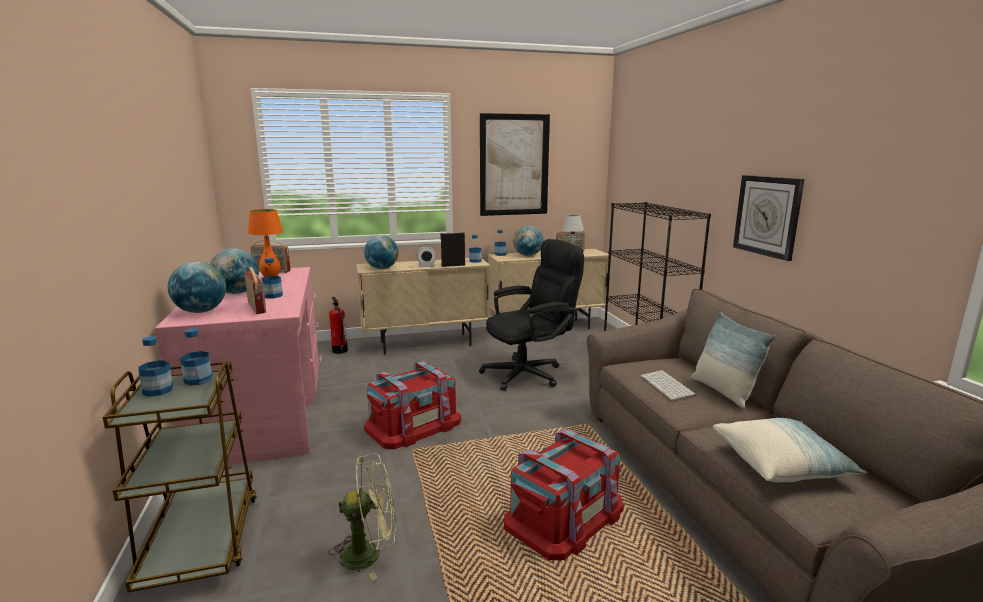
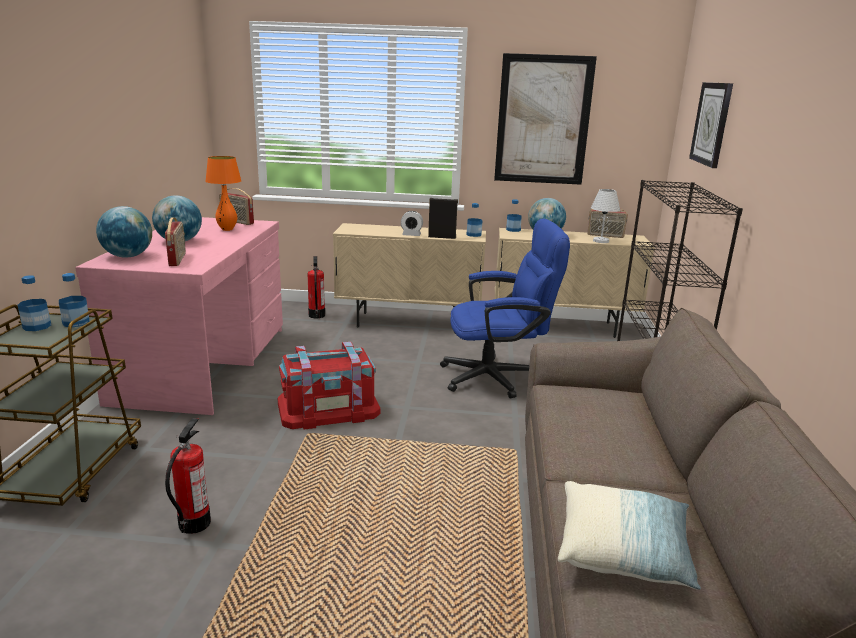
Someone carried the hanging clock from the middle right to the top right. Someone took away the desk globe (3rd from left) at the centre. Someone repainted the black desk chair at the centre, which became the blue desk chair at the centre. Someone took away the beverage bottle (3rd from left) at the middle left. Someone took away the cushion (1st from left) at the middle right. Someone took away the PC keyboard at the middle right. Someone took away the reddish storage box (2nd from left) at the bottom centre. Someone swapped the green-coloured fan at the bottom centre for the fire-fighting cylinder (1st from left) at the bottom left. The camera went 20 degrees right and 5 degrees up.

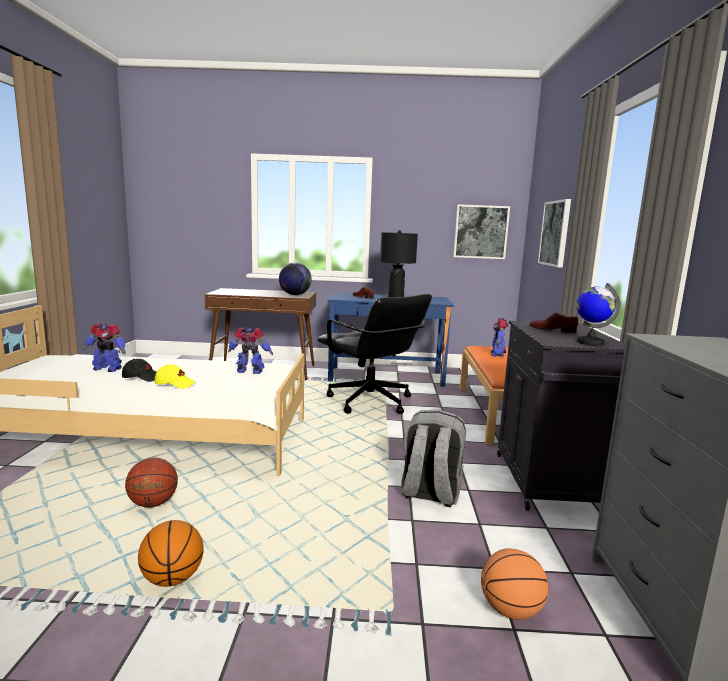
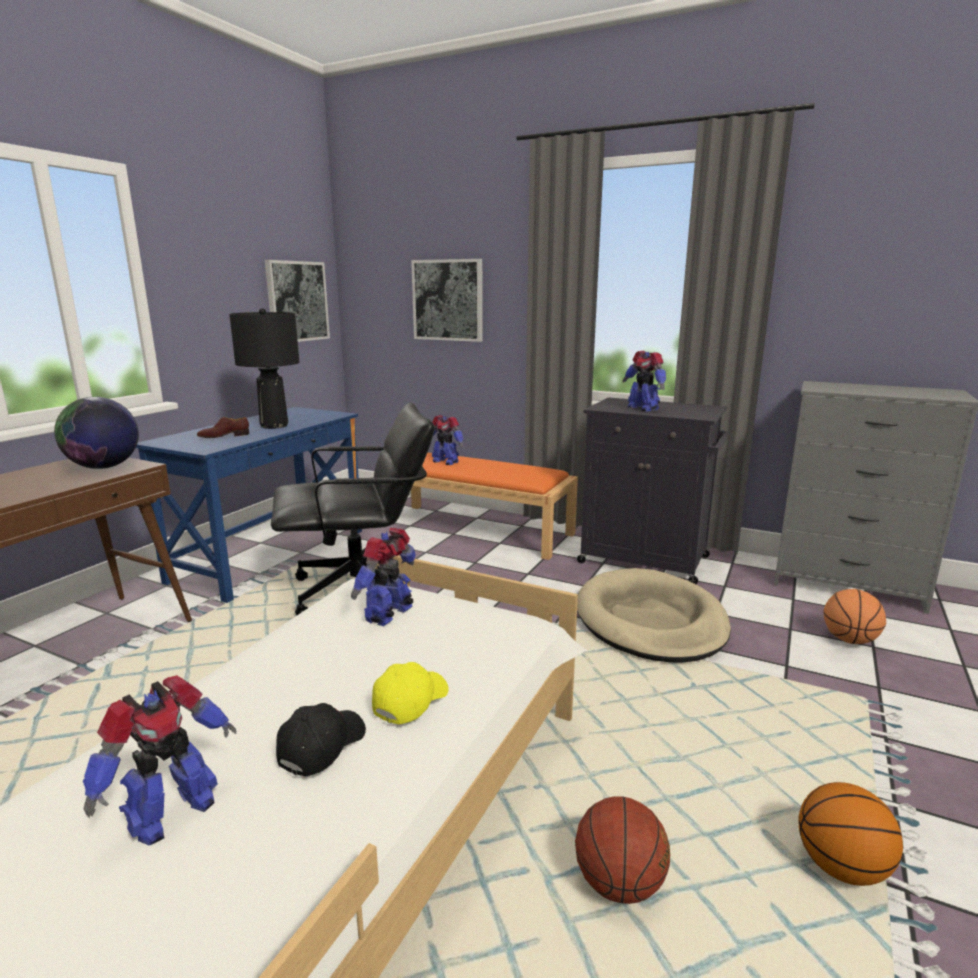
Someone took away the desk globe (2nd from left) at the middle right. Someone swapped the brown low shoe (2nd from left) at the middle right for the toy robot (4th from left) at the centre. Someone swapped the greyish backpack at the bottom centre for the sand-coloured pet bed at the middle right. The camera went 65 degrees left and 5 degrees up.

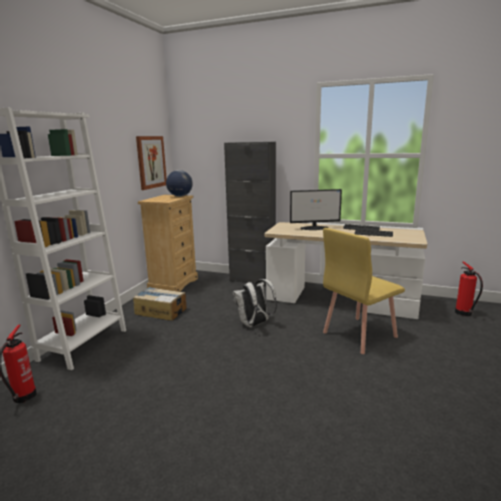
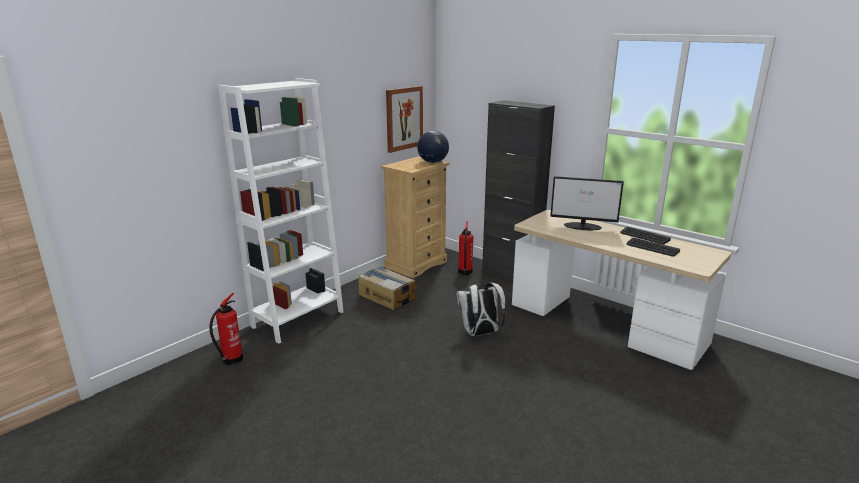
Someone took away the yellow-coloured plain chair at the middle right. Someone carried the fire-fighting cylinder (2nd from left) from the middle right to the centre. The camera went 20 degrees right and 5 degrees up.

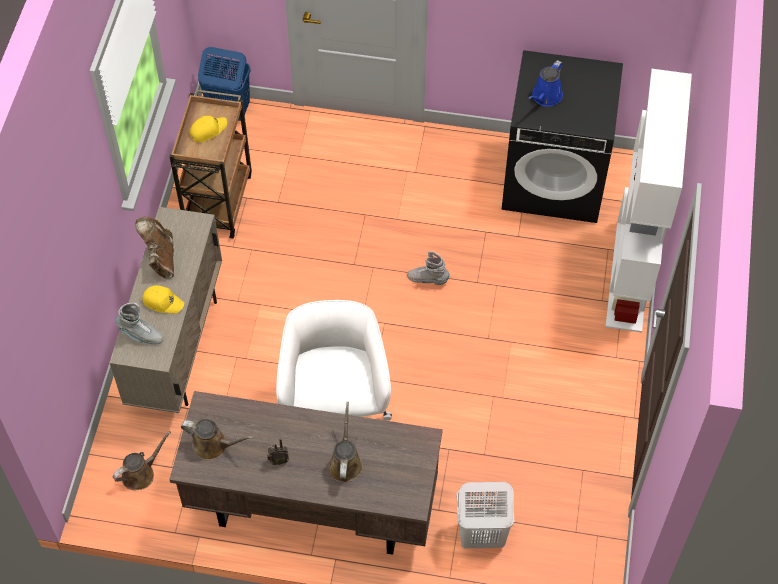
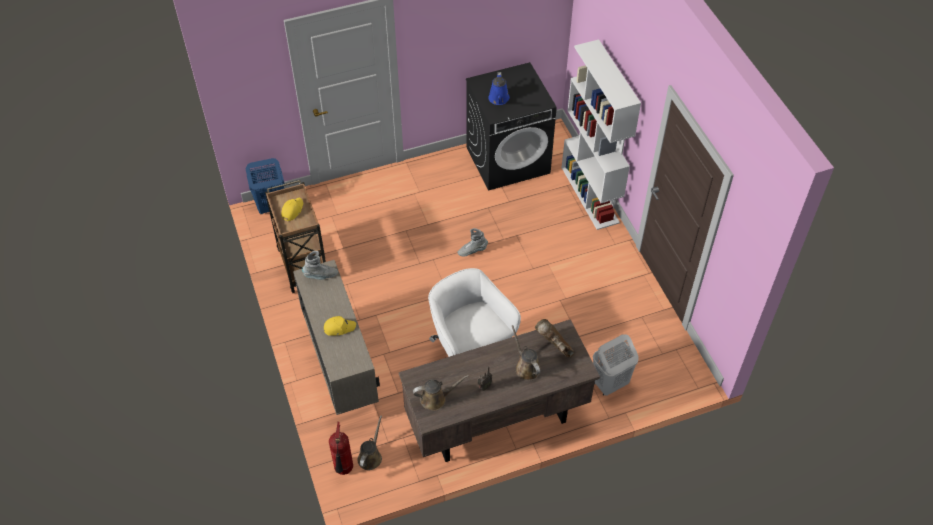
Someone carried the brown boot from the middle left to the centre. Someone carried the greyish boot (1st from left) from the middle left to the centre. Someone put down the fire-fighting cylinder at the bottom centre. The camera went 30 degrees left and 5 degrees down.

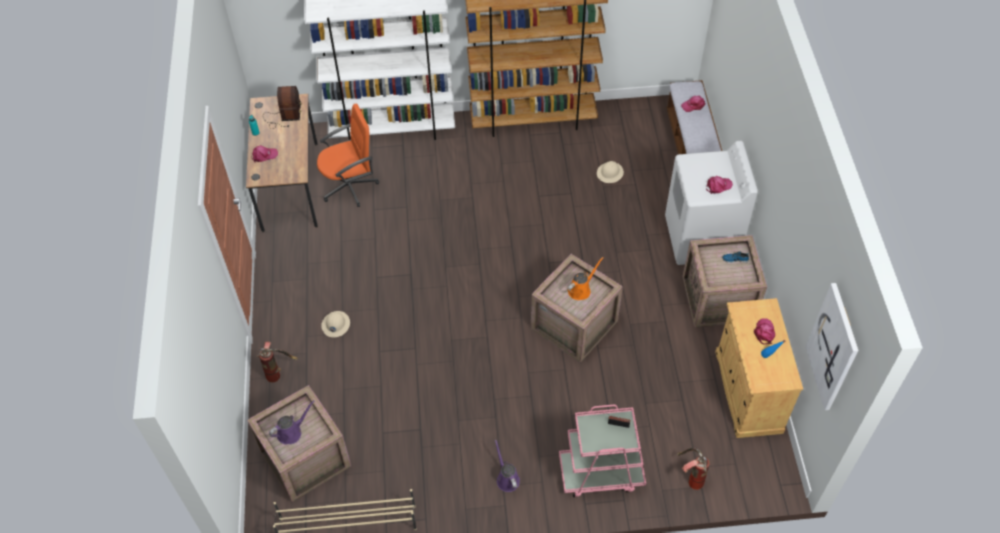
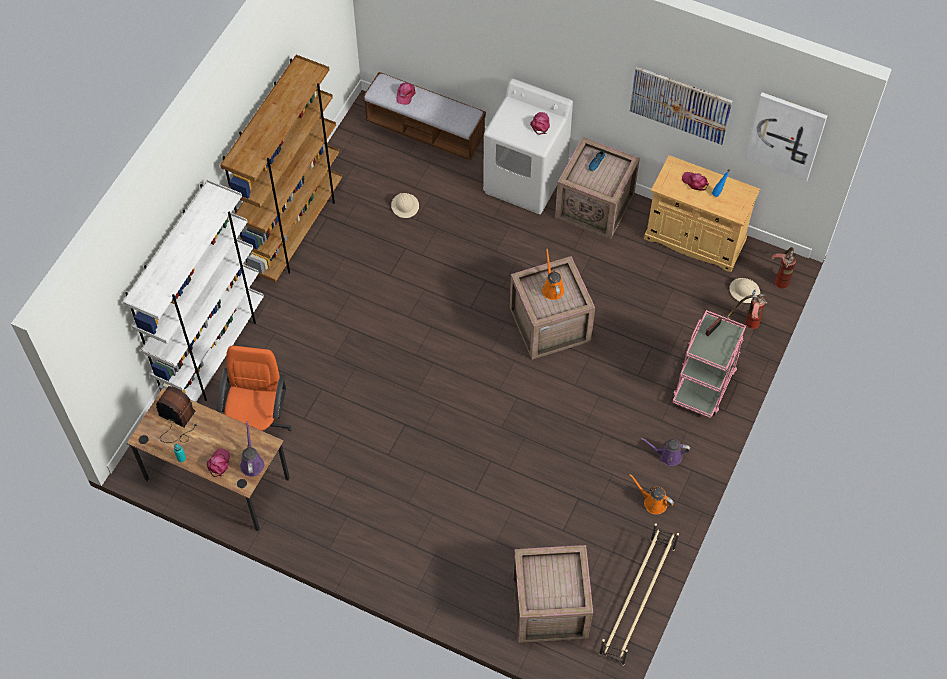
Someone carried the sand-coloured hard hat (1st from left in the first image) from the centre to the middle right. Someone carried the fire-fighting cylinder (1st from left in the first image) from the bottom left to the middle right. Someone carried the purplish watering pot (1st from left) from the bottom left to the middle left. Someone put up the wall art (1st from left) at the top right. Someone put down the orange-coloured watering pot (2nd from left) at the bottom right. The camera went 60 degrees left and 5 degrees up.

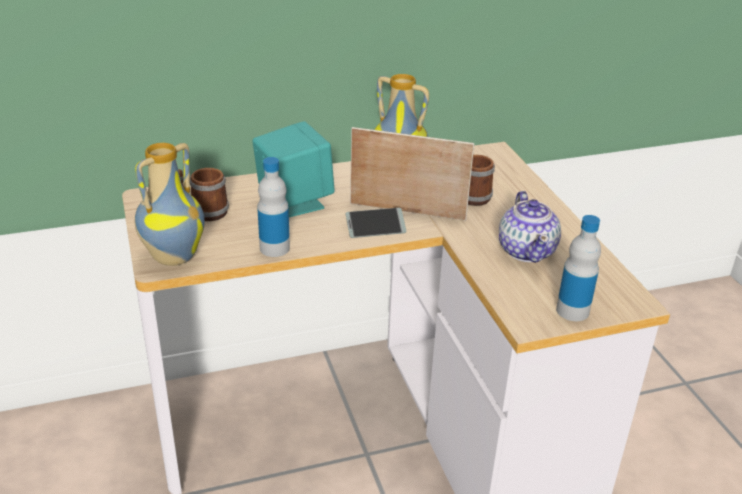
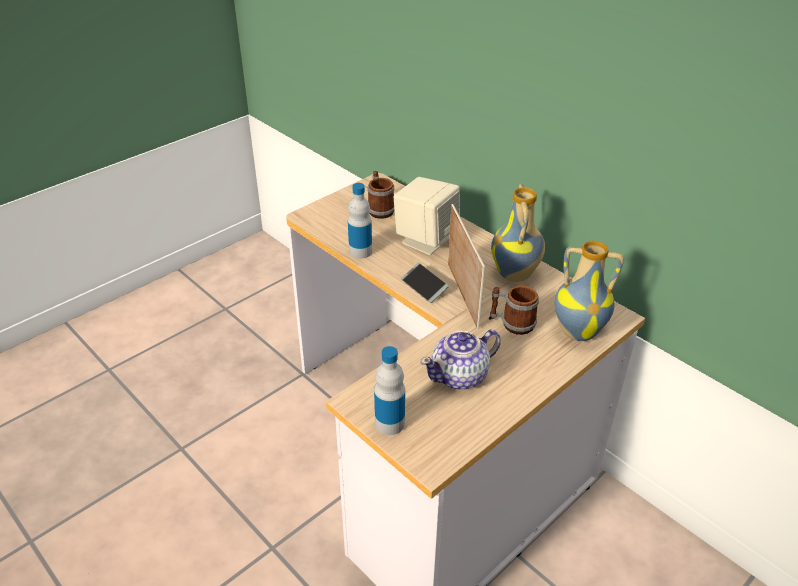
Someone repainted the turquoise loudspeaker at the centre, which became the sand-coloured loudspeaker at the centre. Someone carried the flower vase (1st from left in the first image) from the middle left to the middle right. The camera went 65 degrees right and 5 degrees up.

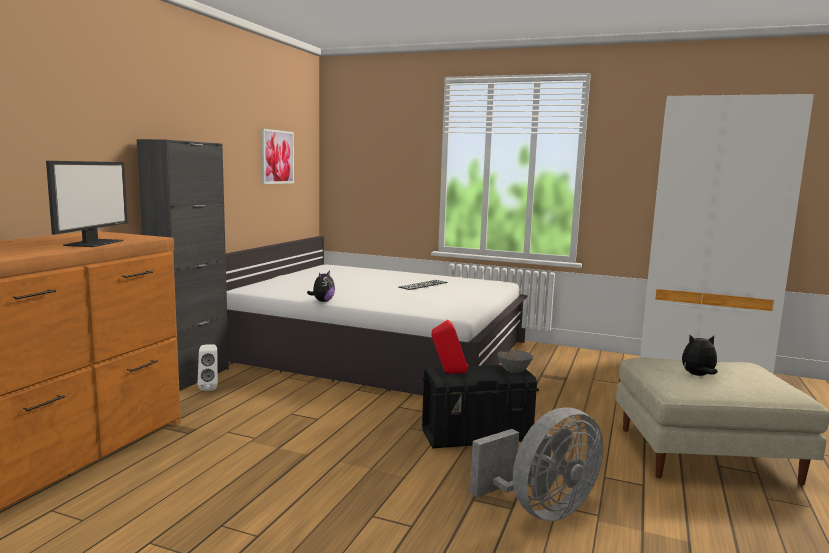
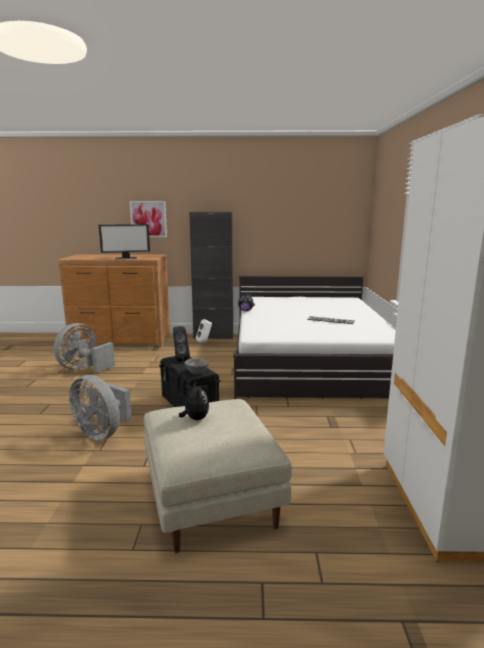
Someone carried the wall art from the top centre to the middle left. Someone repainted the reddish loudspeaker at the centre, which became the black loudspeaker at the centre. Someone put down the greyish fan (1st from left) at the middle left. The camera went 70 degrees right and 5 degrees up.

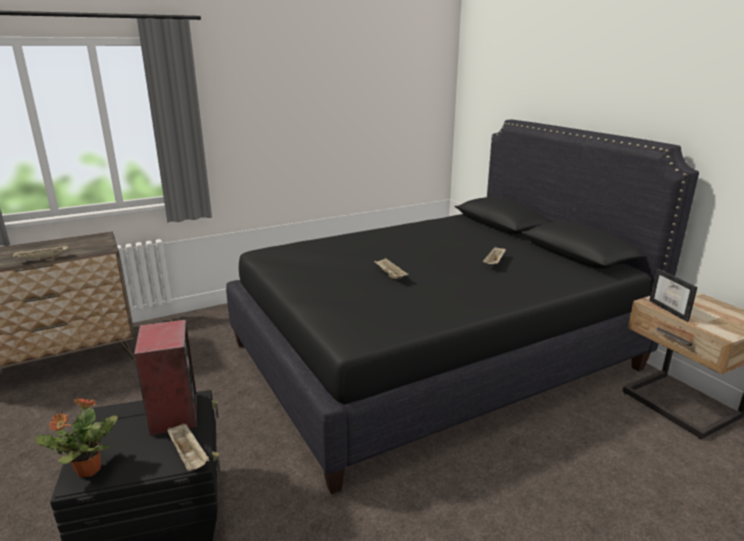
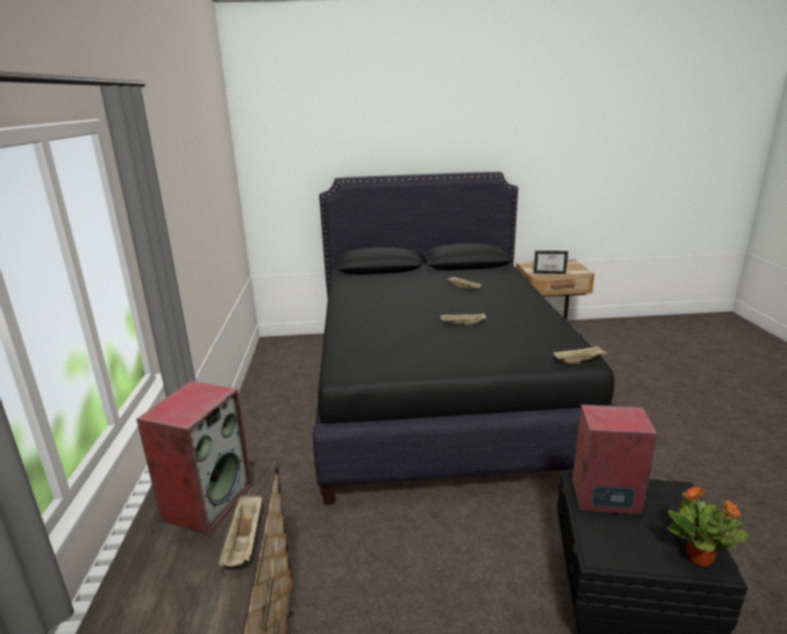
Someone carried the sand-coloured carrying tray (2nd from left in the first image) from the bottom left to the middle right. Someone put down the loudspeaker (1st from left) at the bottom left. The camera went 65 degrees left and 0 degrees up.

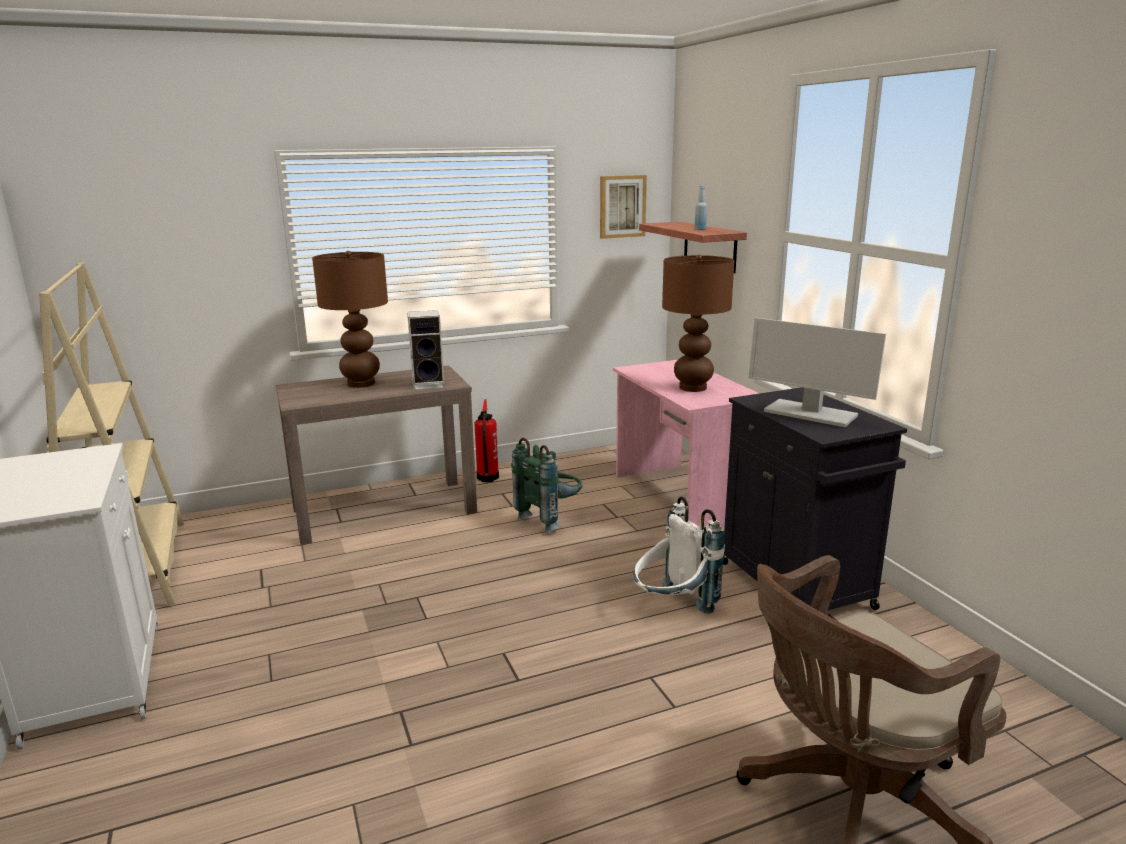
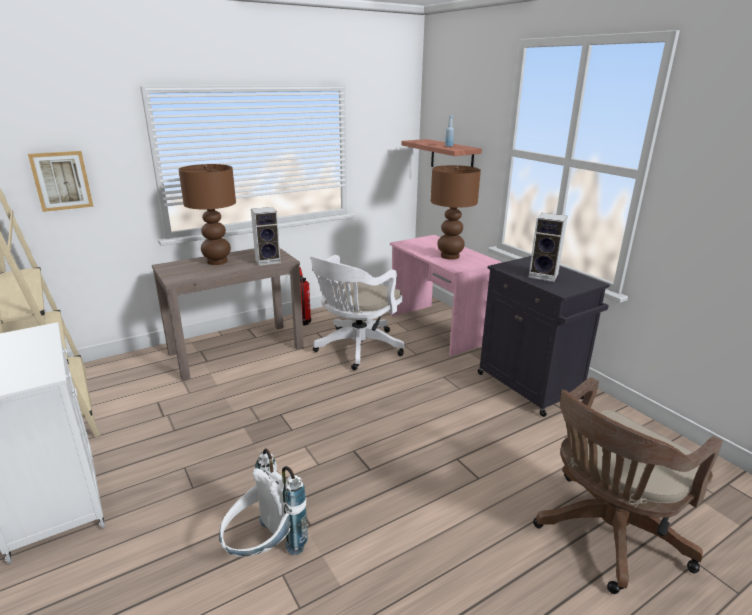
Someone carried the wall art from the top centre to the top left. Someone swapped the computer screen at the middle right for the loudspeaker (2nd from left) at the middle right. Someone swapped the green-coloured backpack at the centre for the white-coloured desk chair at the centre. Someone carried the white-coloured backpack from the centre to the bottom centre. The camera went 10 degrees left and 5 degrees up.

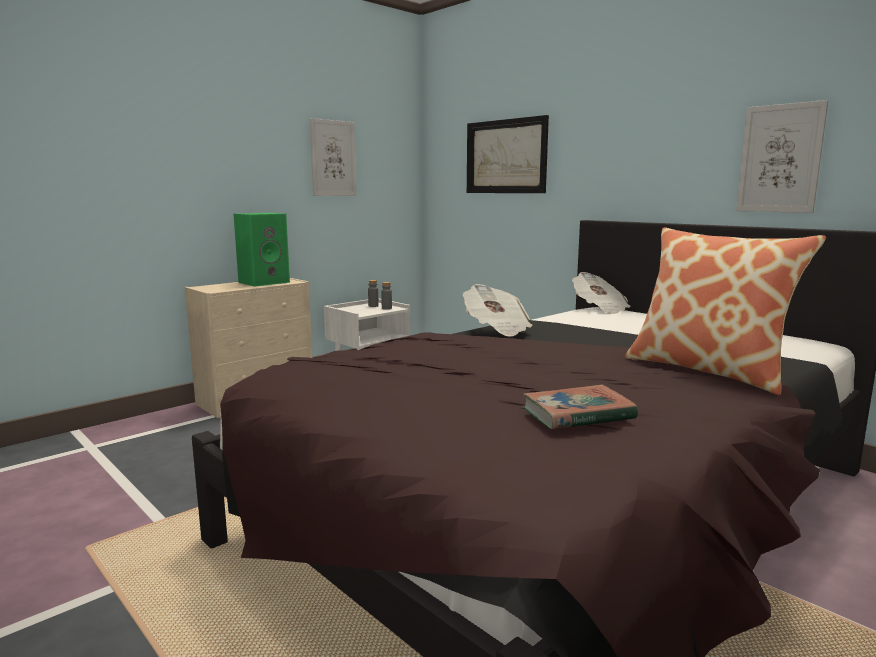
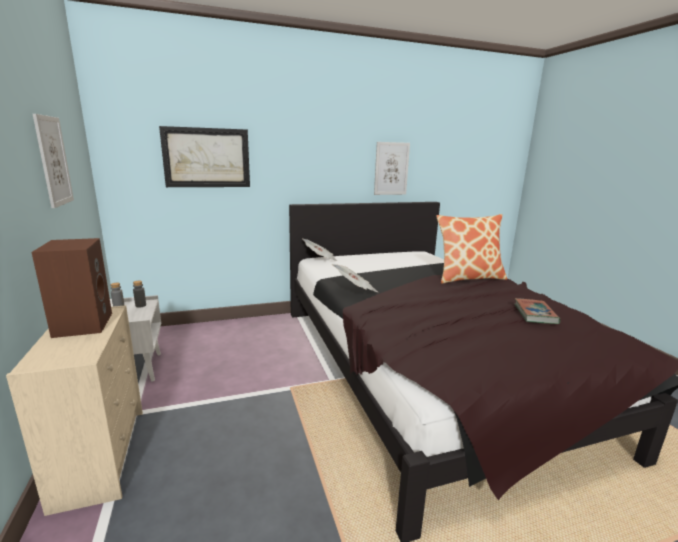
Someone repainted the green-coloured loudspeaker at the middle left, which became the brown loudspeaker at the middle left. The camera went 65 degrees left and 5 degrees up.

